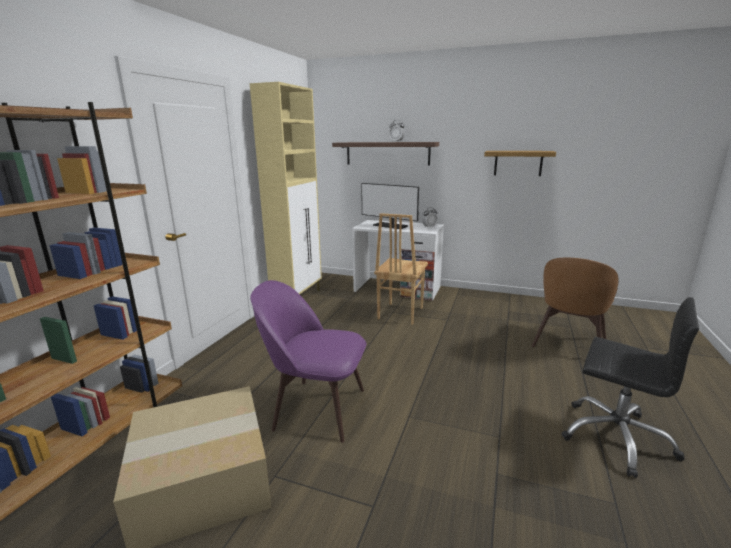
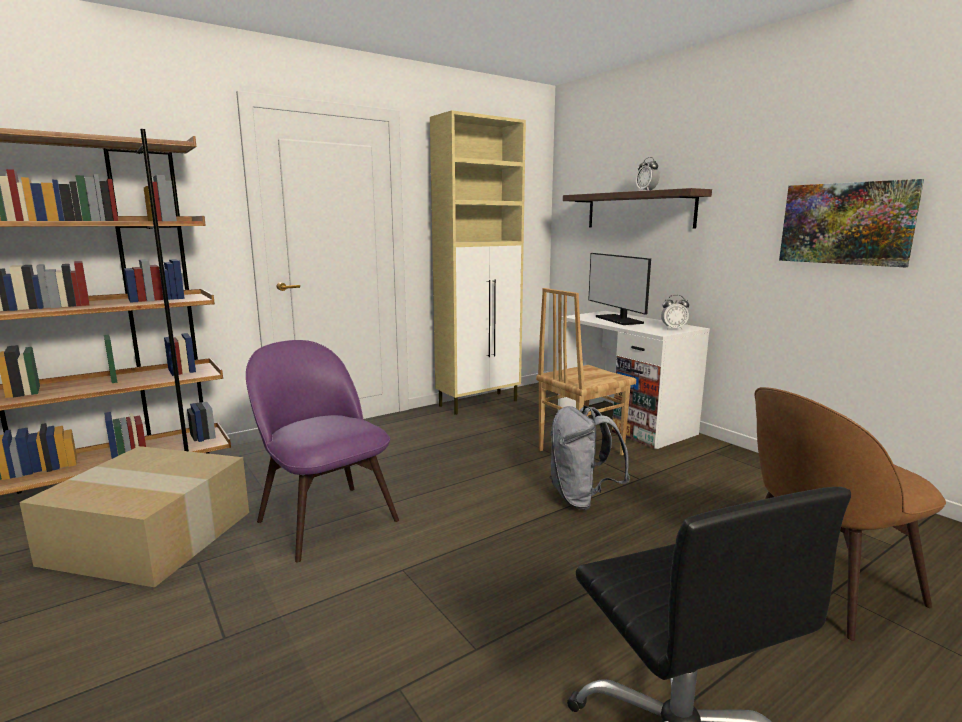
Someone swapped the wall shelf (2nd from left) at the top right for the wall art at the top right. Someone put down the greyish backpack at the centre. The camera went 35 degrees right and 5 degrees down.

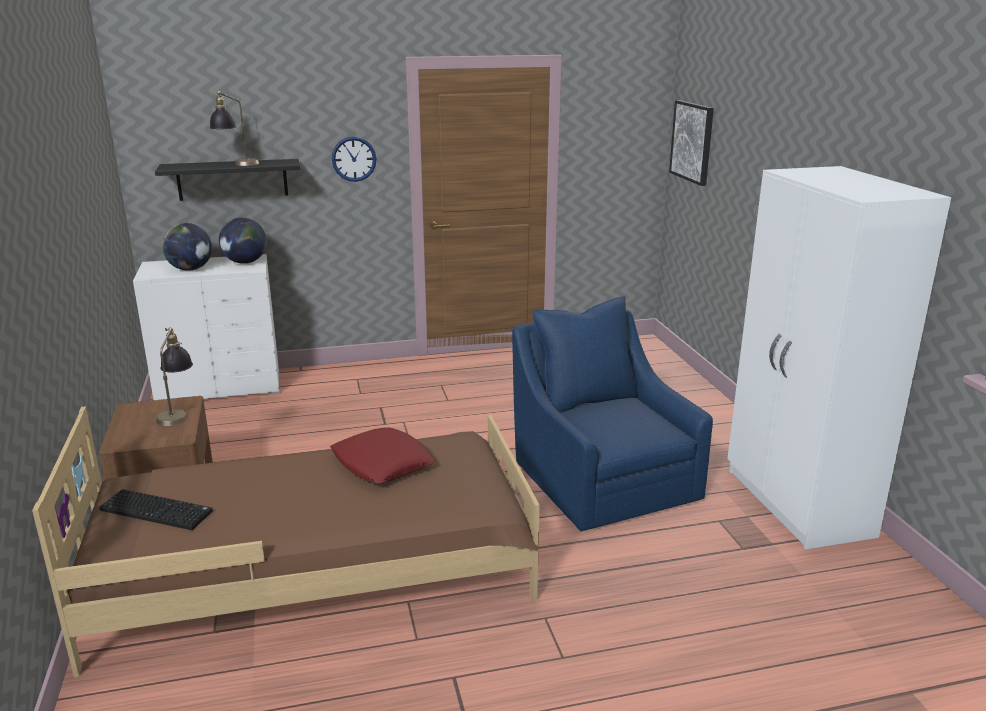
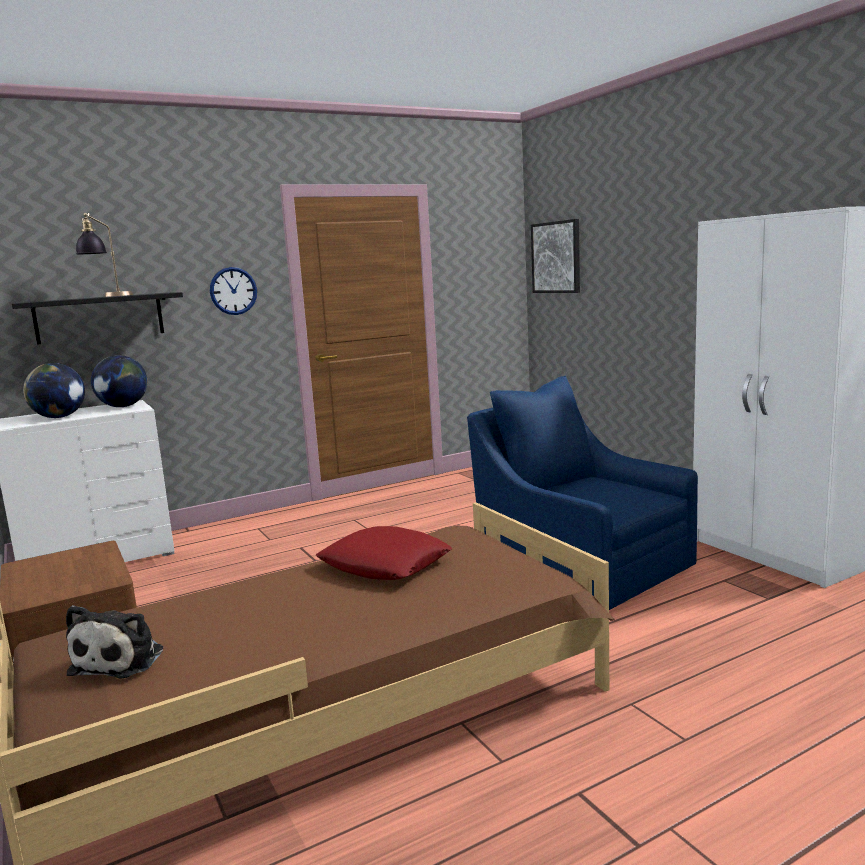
Someone took away the table lamp (1st from left) at the middle left. Someone swapped the PC keyboard at the bottom left for the cuddly toy at the bottom left. The camera went 15 degrees left and 10 degrees down.

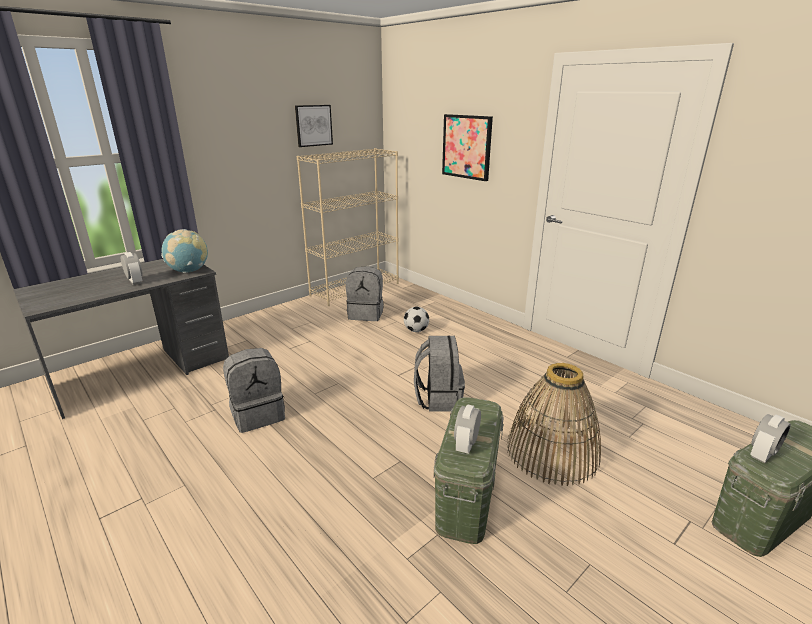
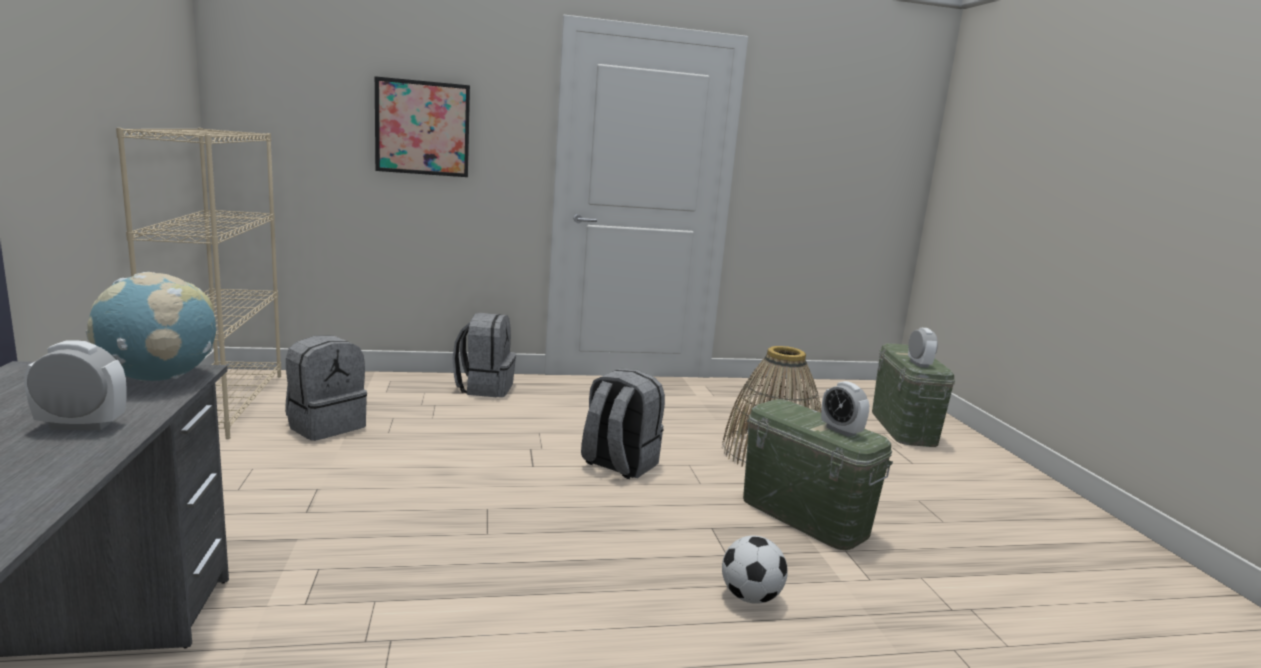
Someone took away the wall art (1st from left) at the top centre. Someone carried the football from the centre to the bottom centre. Someone carried the greyish backpack (1st from left in the first image) from the middle left to the centre. The camera went 60 degrees left and 10 degrees down.

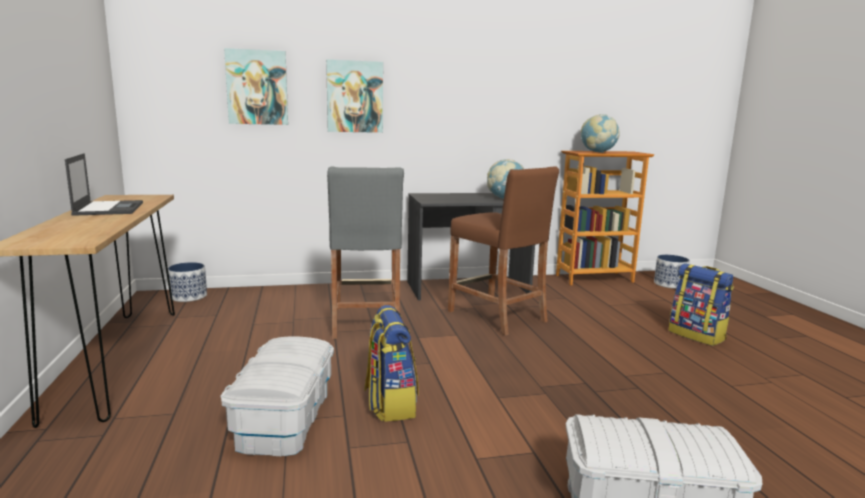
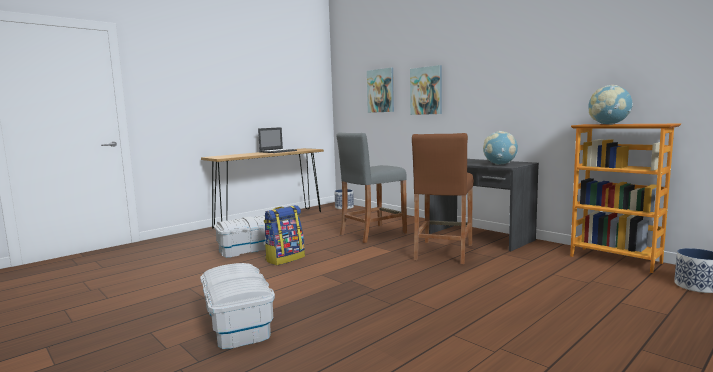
Someone took away the backpack (2nd from left) at the middle right. The camera went 60 degrees right and 5 degrees down.

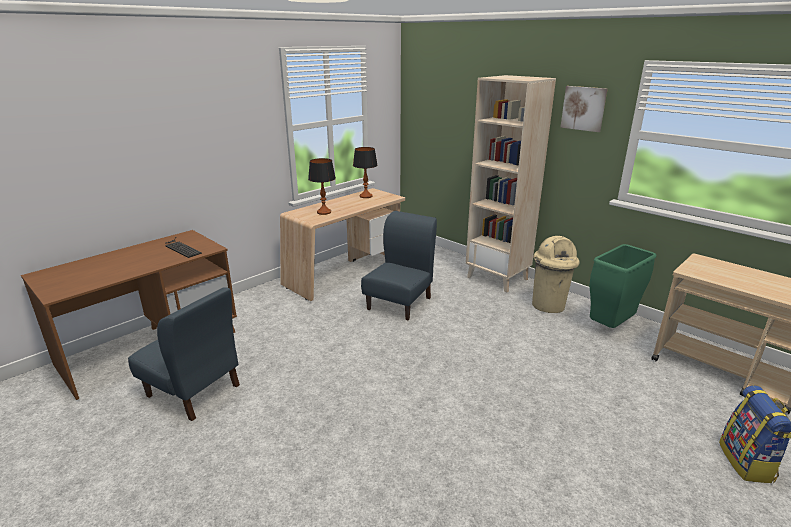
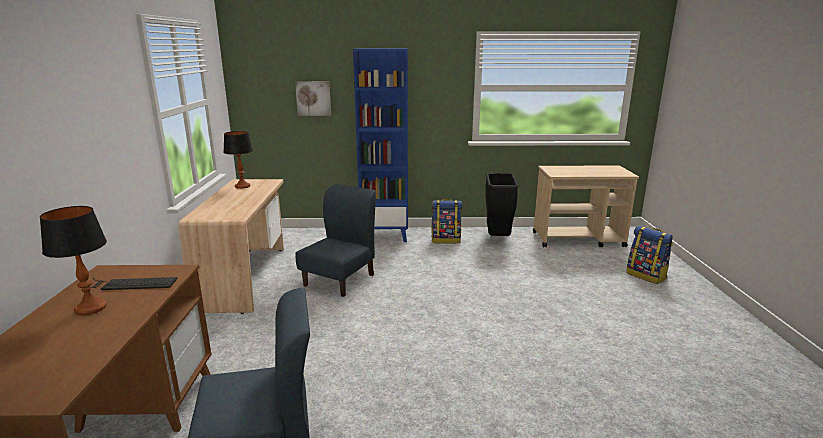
Someone repainted the sand-coloured bookshelf at the centre, which became the blue bookshelf at the top centre. Someone carried the wall art from the top right to the top centre. Someone carried the table lamp (1st from left) from the centre to the middle left. Someone rotated the blue plain chair (2nd from left) at the centre by 45 degrees clockwise. Someone swapped the sand-coloured waste bin at the middle right for the backpack (1st from left) at the centre. Someone repainted the green-coloured waste bin at the middle right, which became the black waste bin at the centre. The camera went 45 degrees left and 5 degrees down.

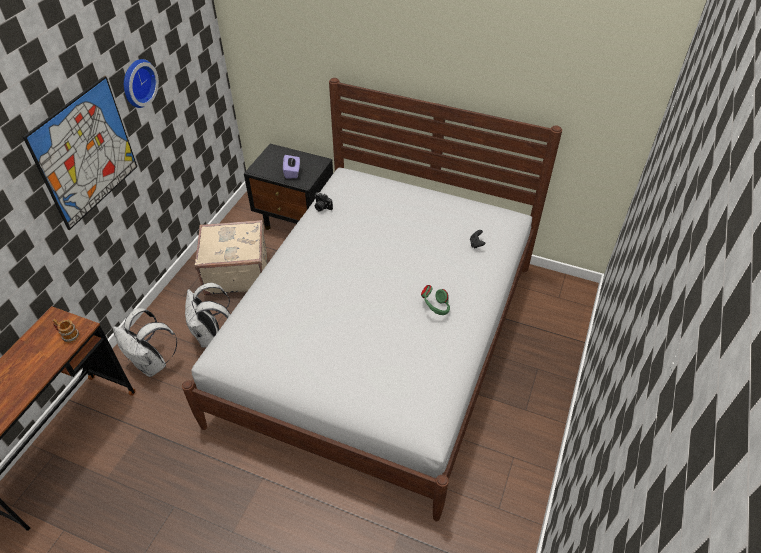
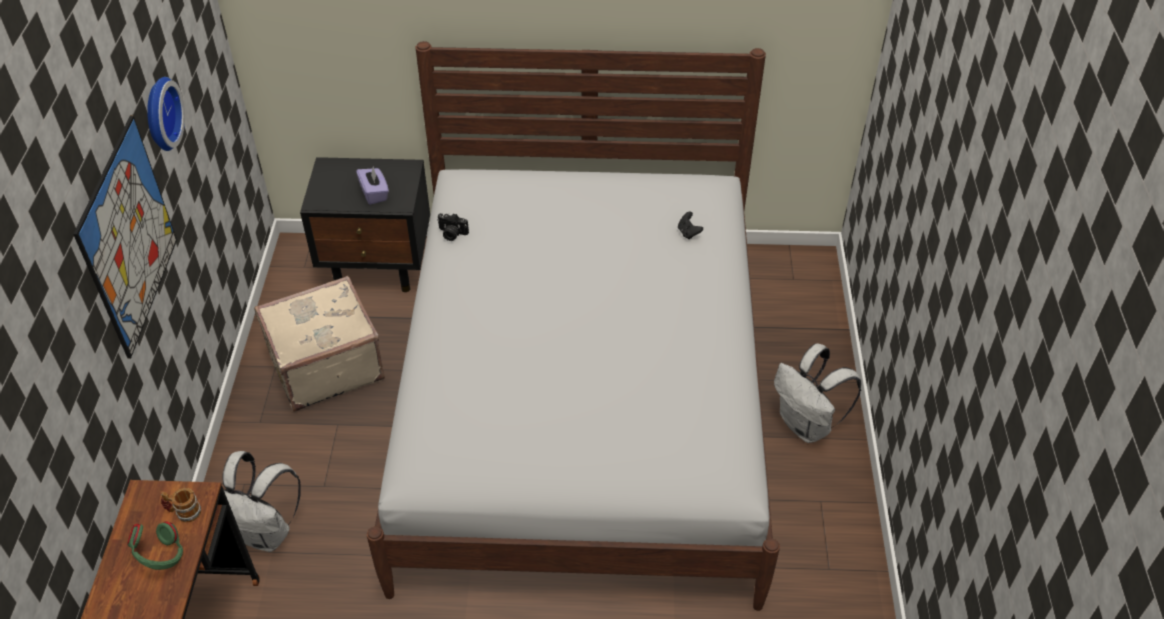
Someone carried the white-coloured backpack (2nd from left) from the middle left to the middle right. Someone carried the green-coloured headset from the centre to the bottom left. The camera went 20 degrees left and 0 degrees up.

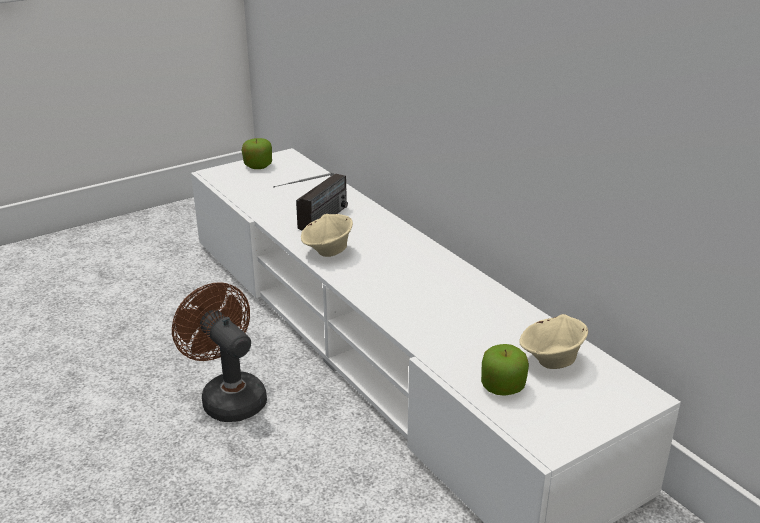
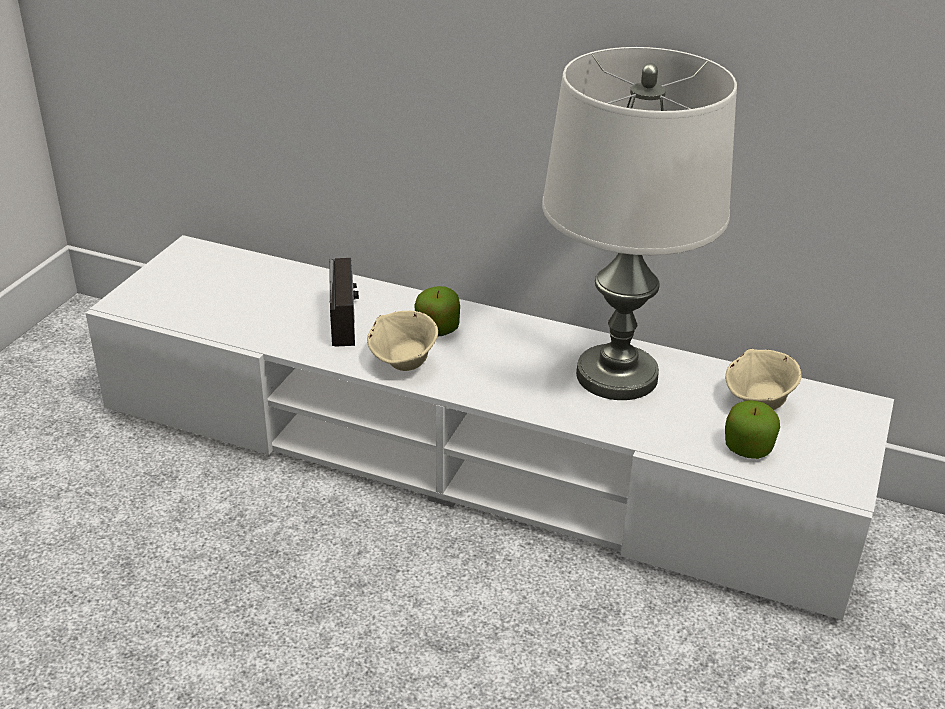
Someone carried the whole apple (1st from left) from the top centre to the centre. Someone took away the brown fan at the bottom left. Someone put down the white-coloured table lamp at the top right. The camera went 35 degrees left and 5 degrees up.

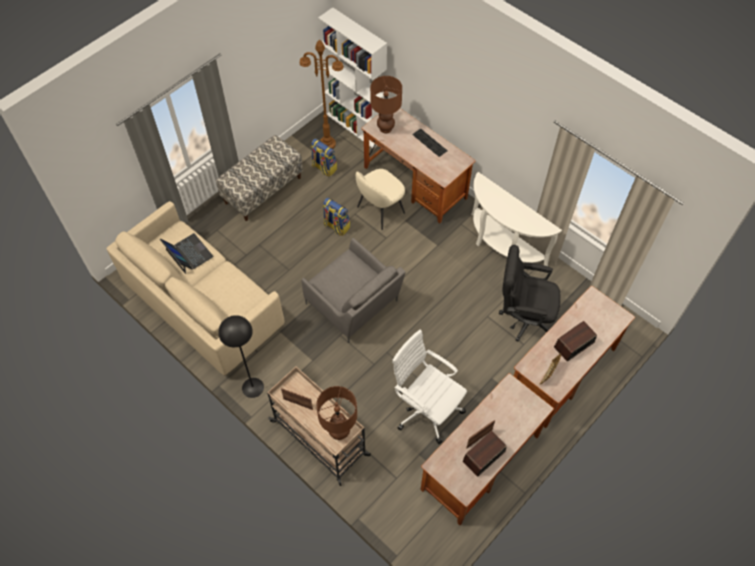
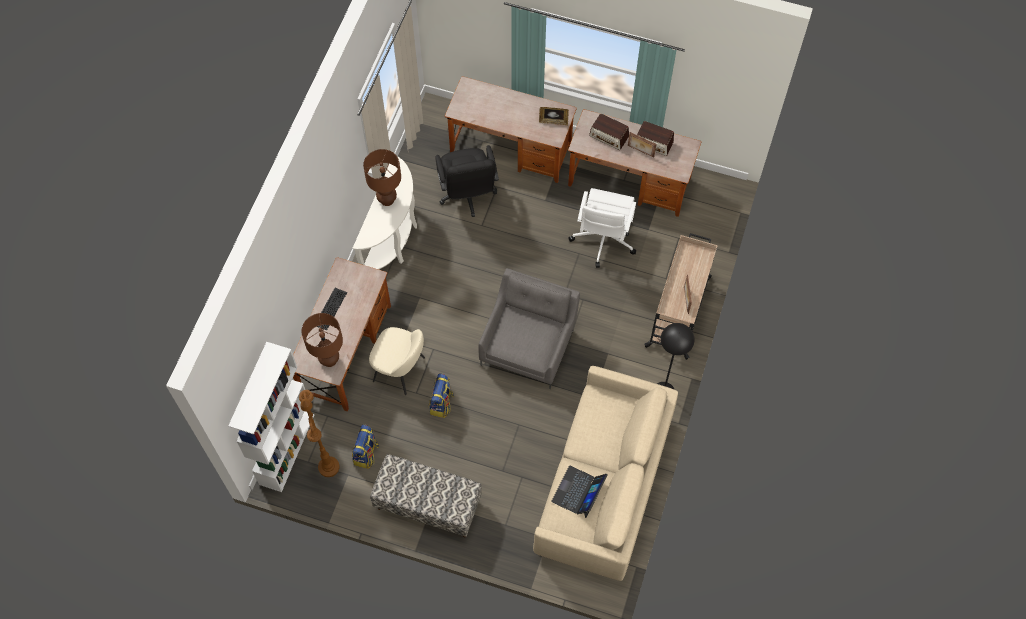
Someone carried the radio (2nd from left in the first image) from the middle right to the top centre. Someone carried the brown table lamp (1st from left in the first image) from the bottom centre to the top centre. The camera went 115 degrees left and 5 degrees up.

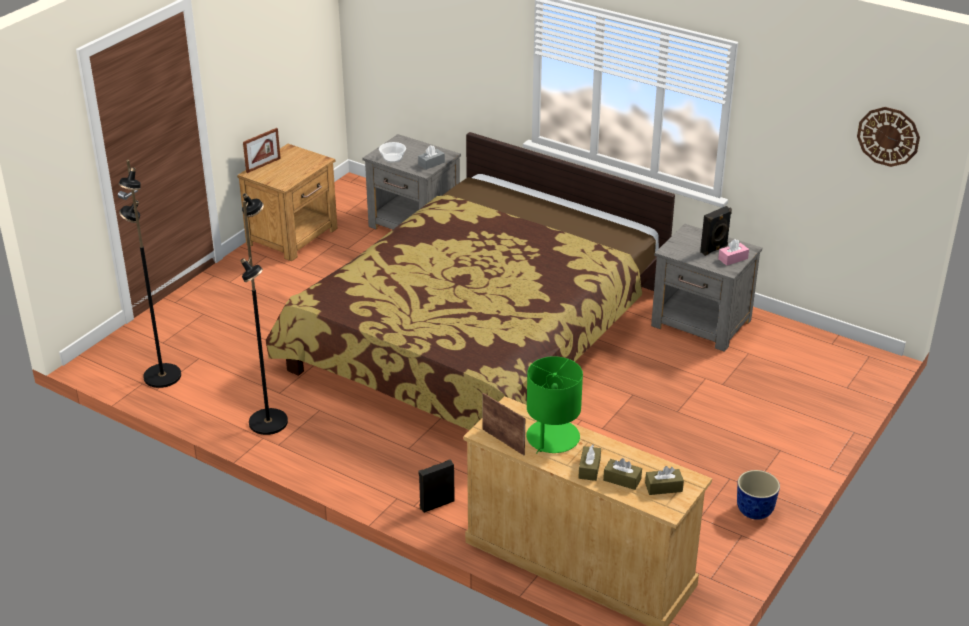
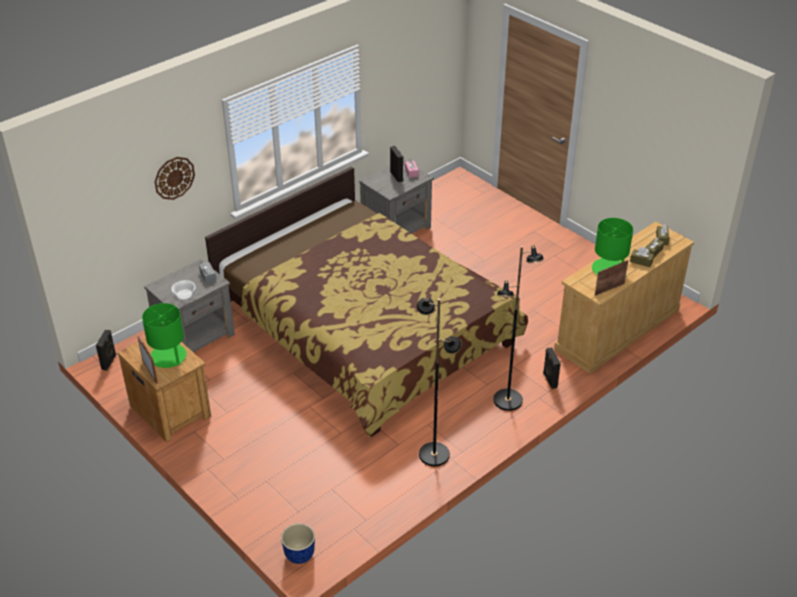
Someone carried the hanging clock from the top right to the top left. Someone carried the black floor lamp (1st from left in the first image) from the middle left to the centre. Someone carried the plant pot from the bottom right to the bottom centre. Someone put down the green-coloured table lamp (1st from left) at the middle left. Someone put down the black loudspeaker (1st from left) at the middle left. The camera went 75 degrees left and 5 degrees up.

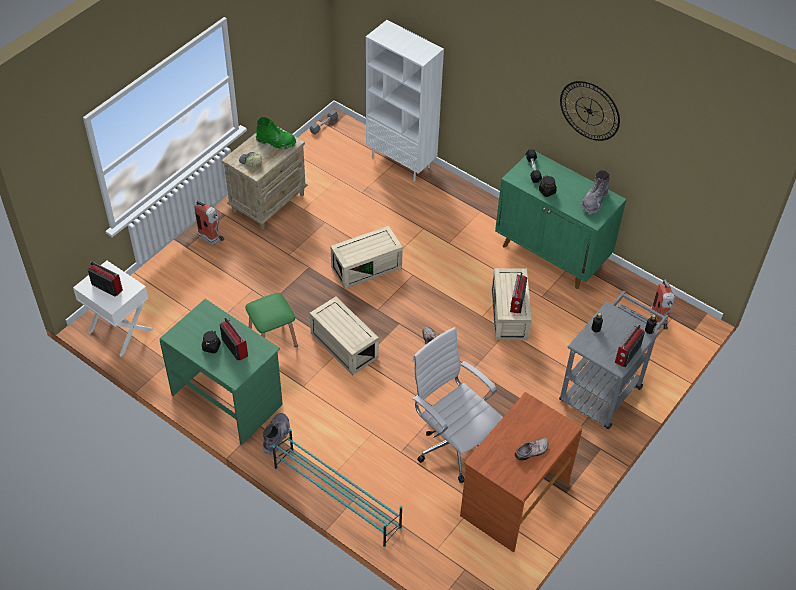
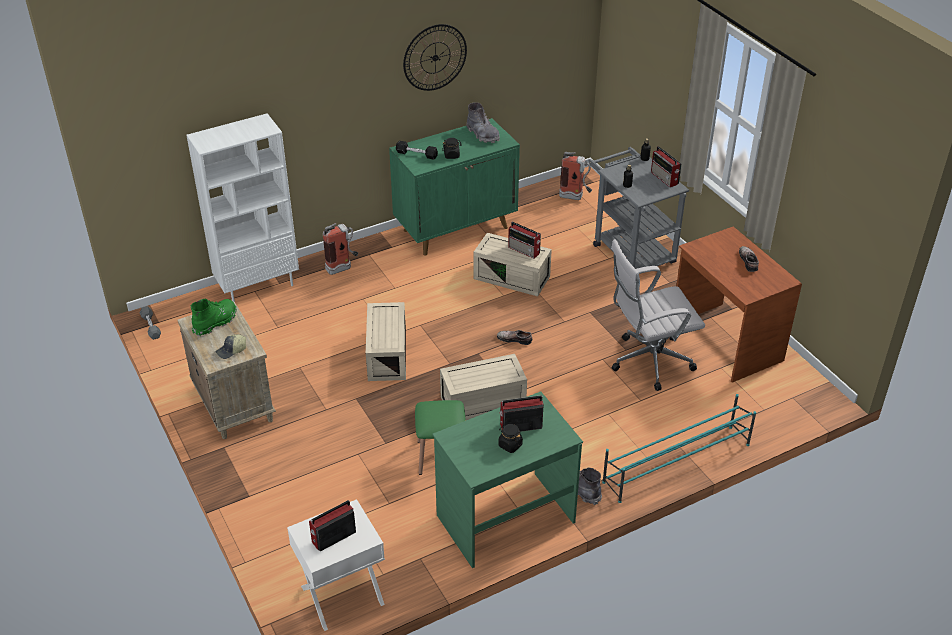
Someone carried the fire-fighting cylinder (1st from left) from the middle left to the centre. The camera went 65 degrees left and 10 degrees down.

